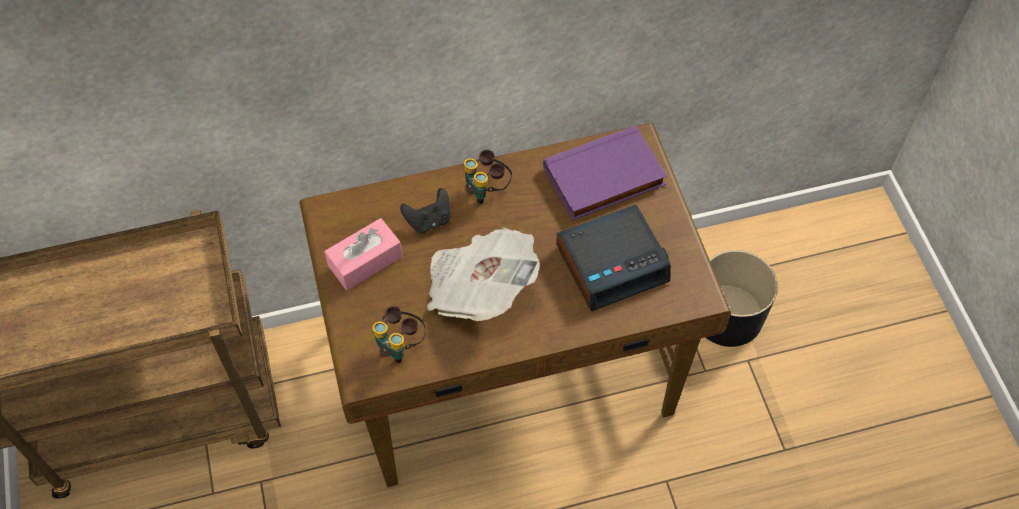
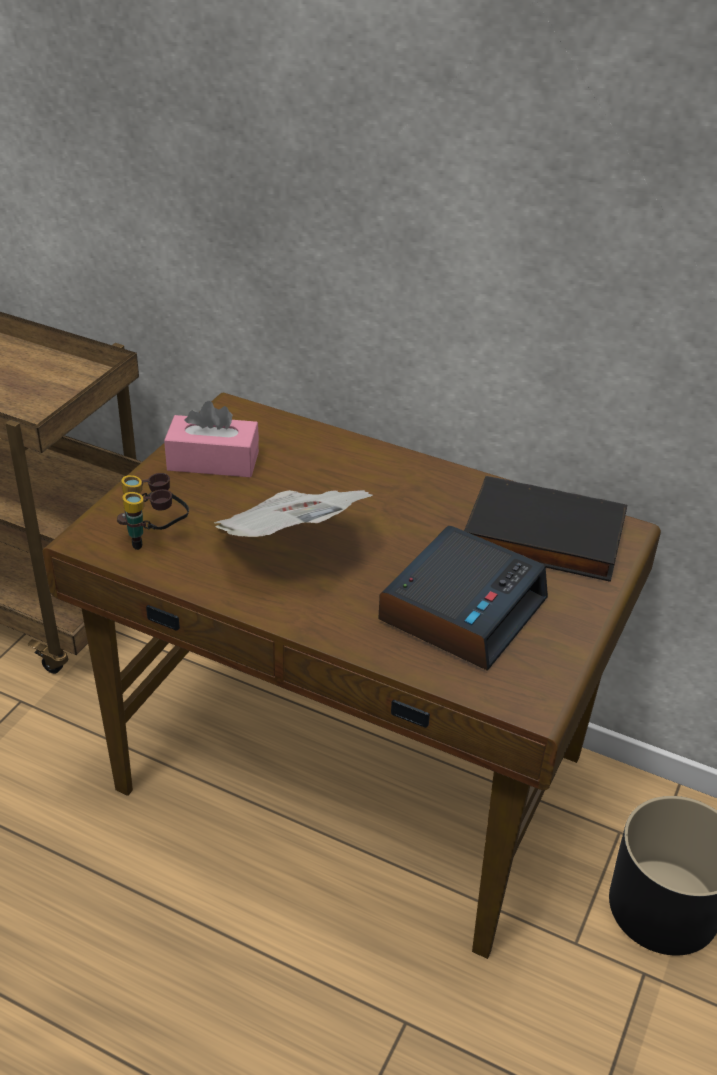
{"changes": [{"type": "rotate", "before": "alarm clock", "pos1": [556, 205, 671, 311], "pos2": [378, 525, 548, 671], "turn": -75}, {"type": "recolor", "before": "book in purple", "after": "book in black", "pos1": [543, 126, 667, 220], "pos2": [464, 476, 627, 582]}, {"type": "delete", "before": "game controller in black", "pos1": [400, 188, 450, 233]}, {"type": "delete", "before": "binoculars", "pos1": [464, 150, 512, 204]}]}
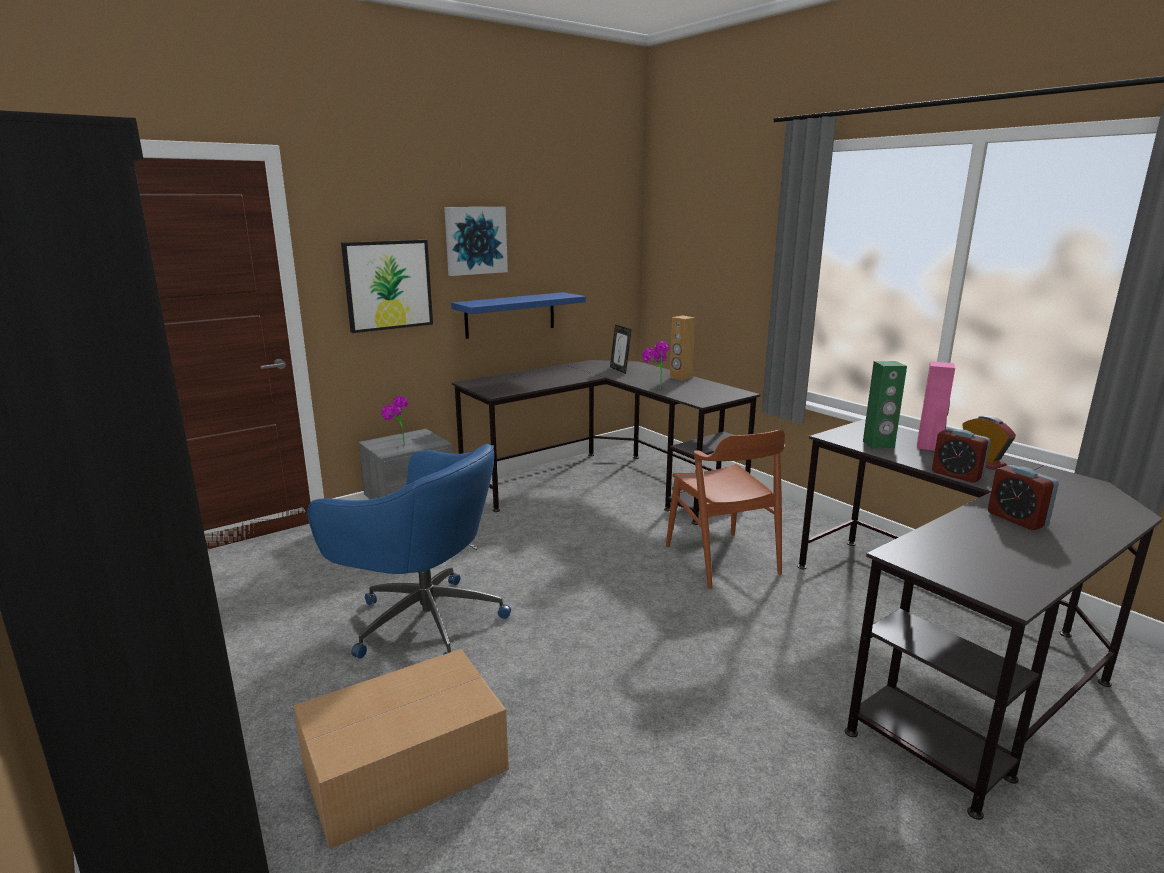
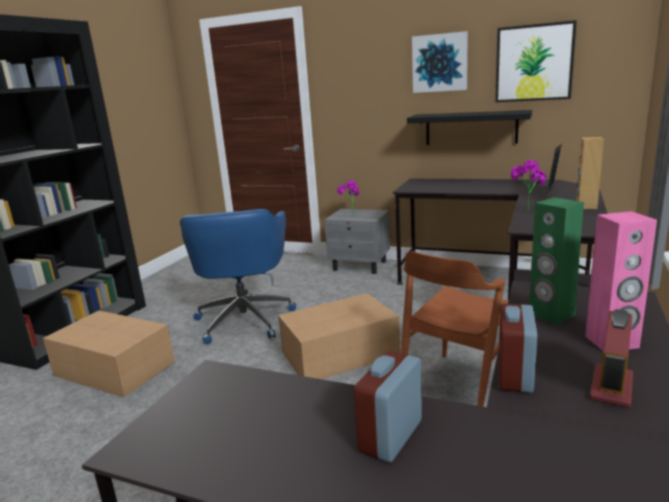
{"changes": [{"type": "insert", "after": "cardboard box", "pos2": [278, 293, 400, 379]}, {"type": "recolor", "before": "shelf in blue", "after": "shelf in black", "pos1": [451, 292, 586, 339], "pos2": [407, 110, 532, 145]}, {"type": "move", "before": "picture", "pos1": [341, 240, 433, 333], "pos2": [495, 20, 577, 102]}]}
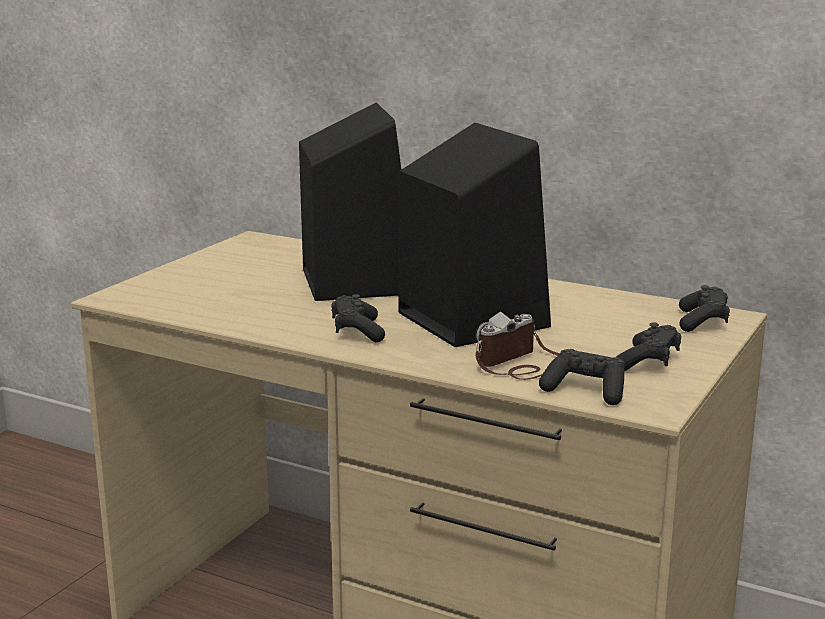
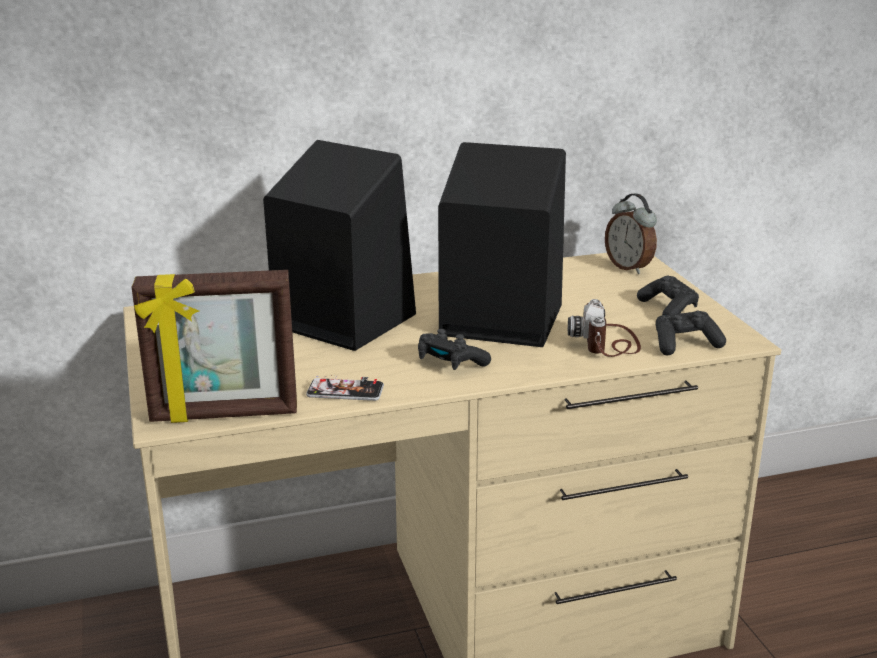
{"changes": [{"type": "insert", "after": "picture frame", "pos2": [131, 270, 297, 423]}, {"type": "insert", "after": "phone", "pos2": [306, 376, 384, 401]}, {"type": "replace", "before": "game controller in black", "after": "alarm clock", "pos1": [679, 285, 730, 332], "pos2": [605, 193, 657, 274]}]}
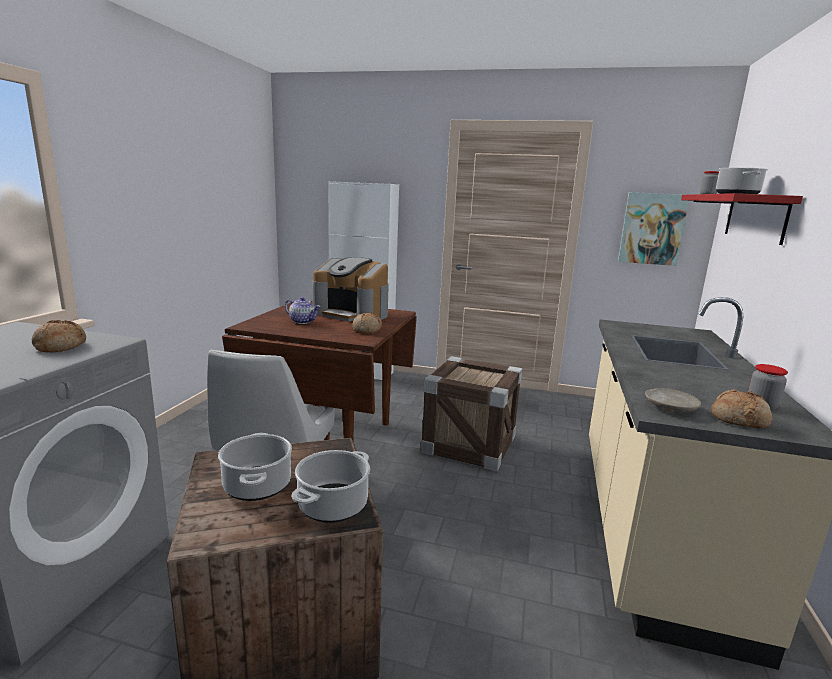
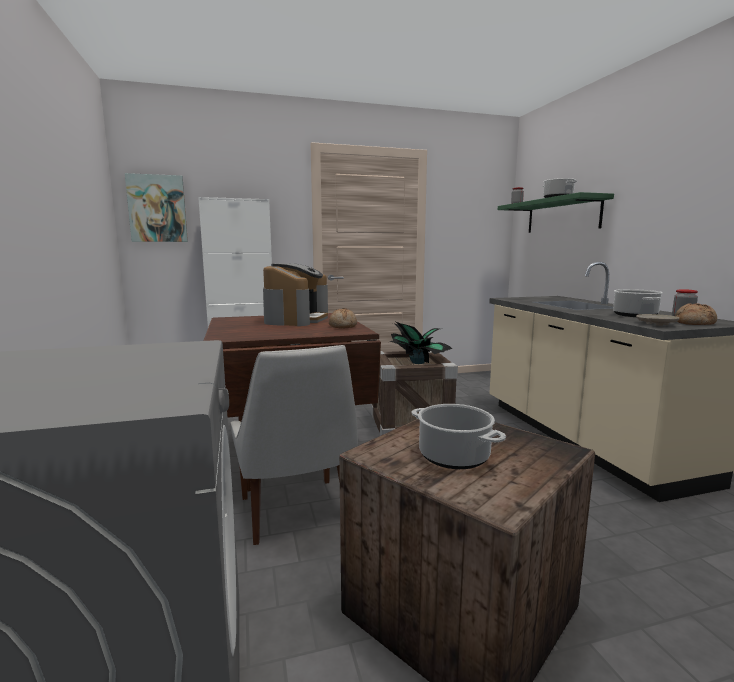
{"changes": [{"type": "move", "before": "picture", "pos1": [618, 192, 689, 266], "pos2": [125, 173, 188, 242]}, {"type": "rotate", "before": "coffee machine", "pos1": [312, 257, 389, 322], "pos2": [263, 263, 328, 326], "turn": -75}, {"type": "insert", "after": "potted plant", "pos2": [390, 322, 452, 364]}, {"type": "recolor", "before": "shelf in red", "after": "shelf in green", "pos1": [681, 193, 803, 245], "pos2": [498, 192, 614, 233]}, {"type": "move", "before": "cooking pot", "pos1": [292, 450, 370, 523], "pos2": [613, 289, 663, 317]}, {"type": "delete", "before": "bread", "pos1": [32, 320, 86, 352]}, {"type": "delete", "before": "teapot", "pos1": [285, 297, 320, 324]}]}
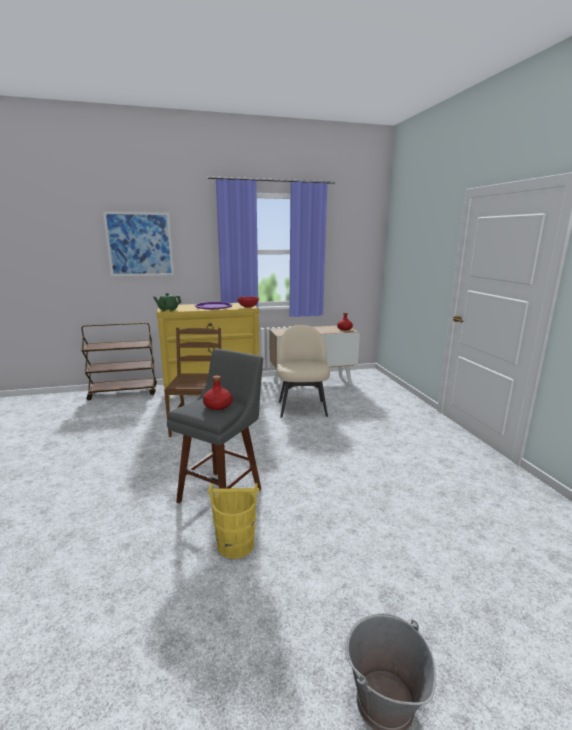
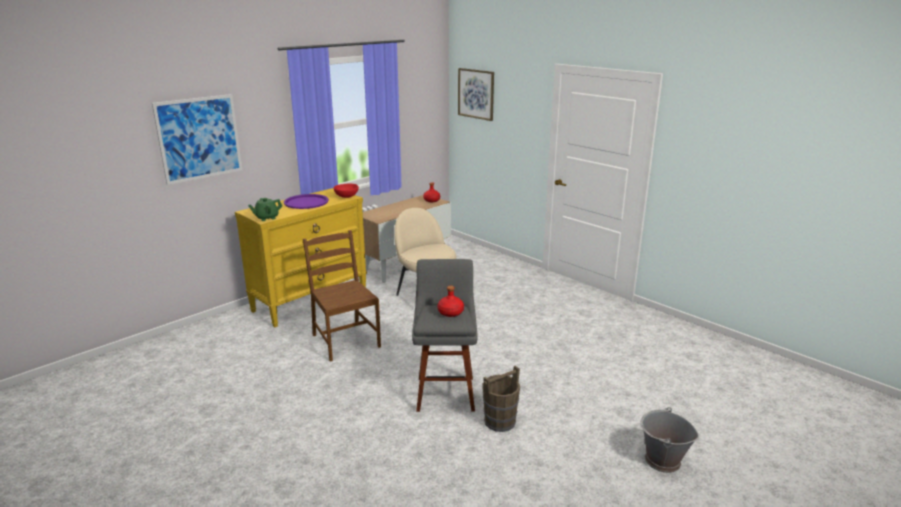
{"changes": [{"type": "insert", "after": "picture", "pos2": [458, 68, 494, 121]}, {"type": "recolor", "before": "bucket in yellow", "after": "bucket in brown", "pos1": [208, 483, 259, 559], "pos2": [483, 366, 520, 432]}, {"type": "delete", "before": "cart in brown", "pos1": [82, 323, 157, 400]}]}
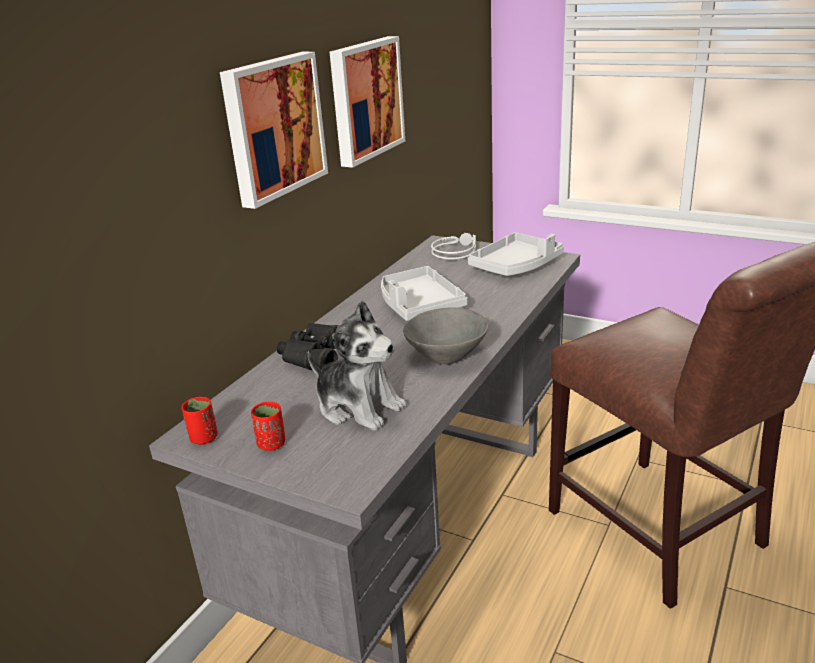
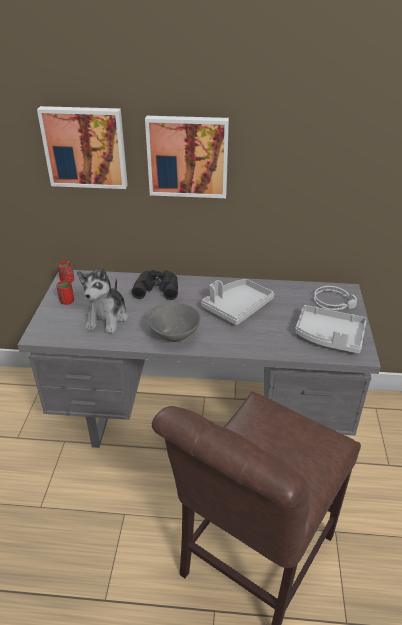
{"changes": [{"type": "move", "before": "picture", "pos1": [330, 36, 405, 168], "pos2": [37, 106, 128, 189]}]}
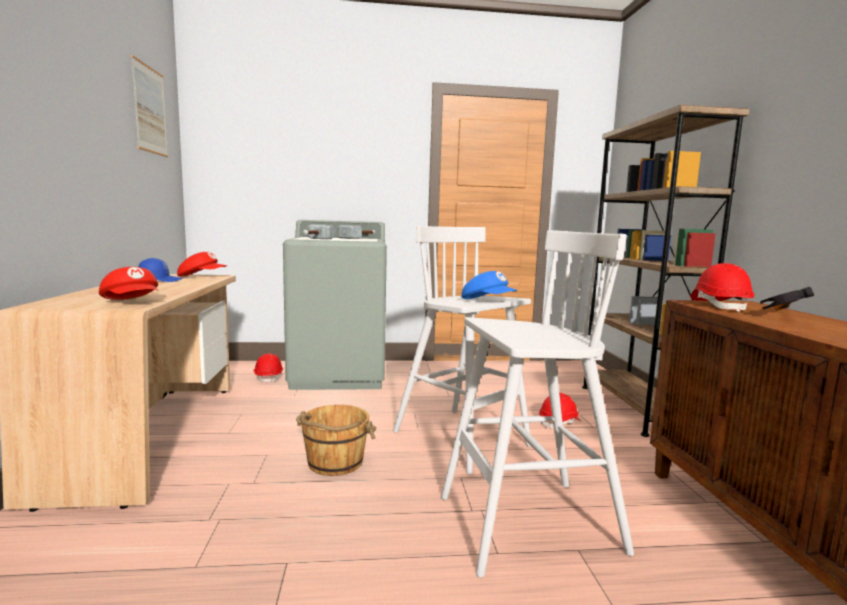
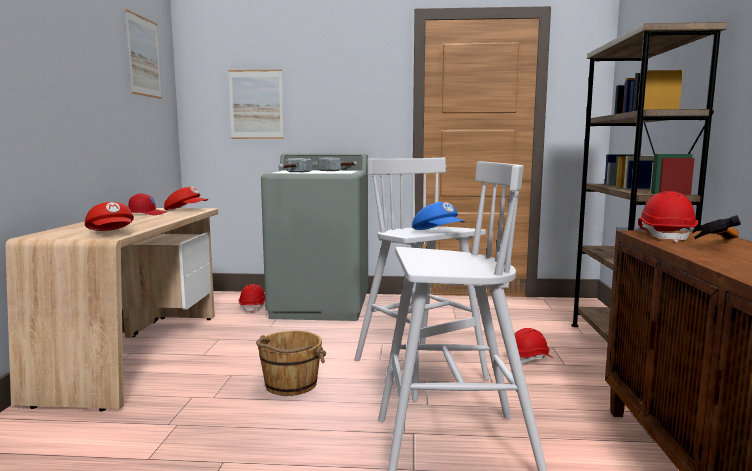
{"changes": [{"type": "recolor", "before": "cap in blue", "after": "cap in red", "pos1": [138, 258, 183, 282], "pos2": [128, 193, 168, 215]}, {"type": "insert", "after": "picture", "pos2": [228, 70, 284, 139]}]}
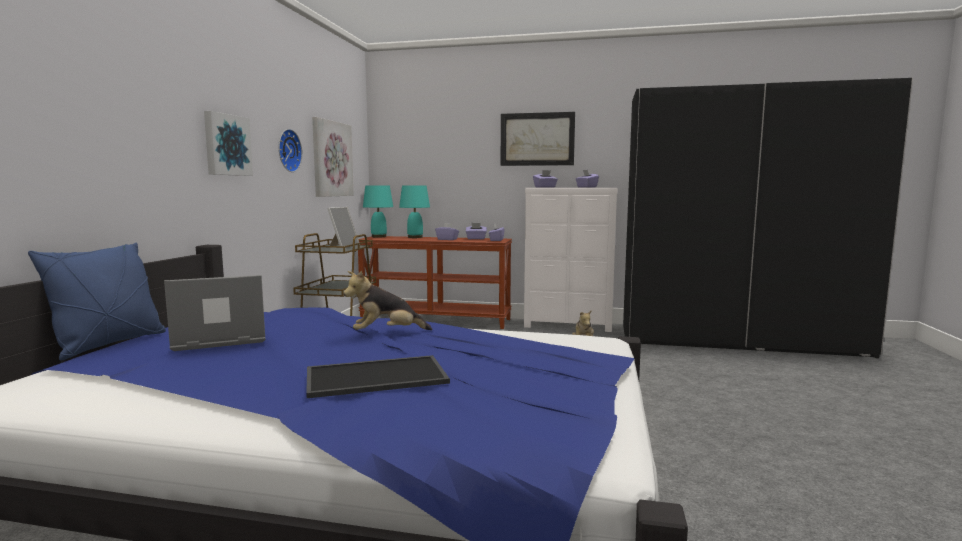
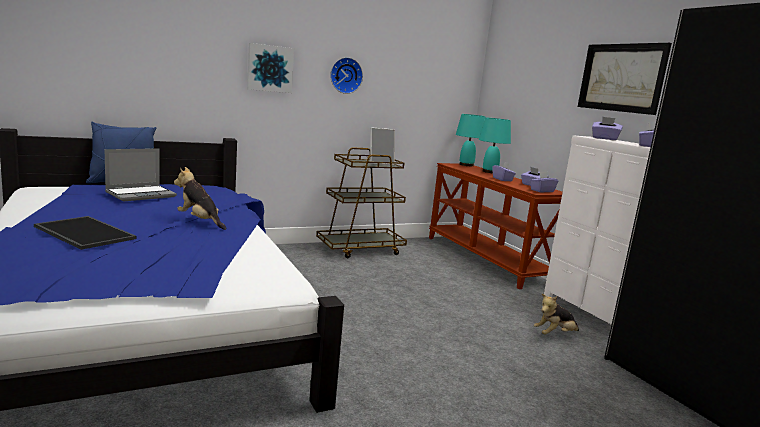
{"changes": [{"type": "rotate", "before": "laptop", "pos1": [164, 275, 265, 351], "pos2": [105, 148, 177, 202], "turn": 105}, {"type": "delete", "before": "picture", "pos1": [312, 117, 354, 197]}]}
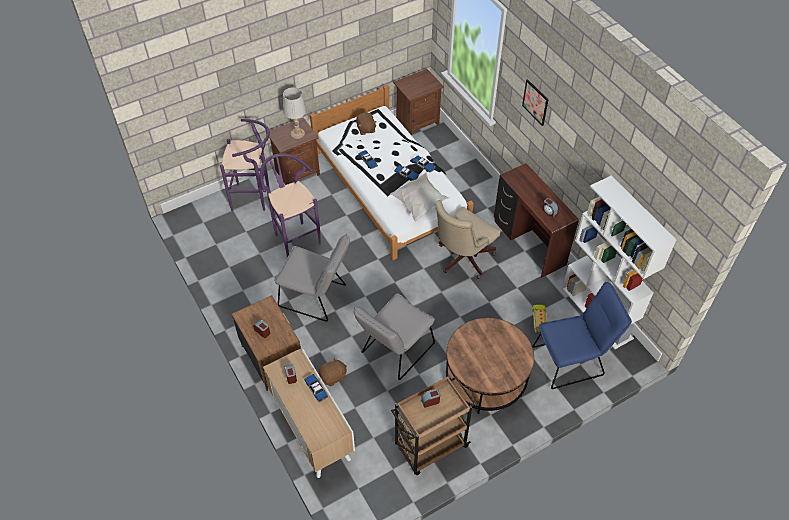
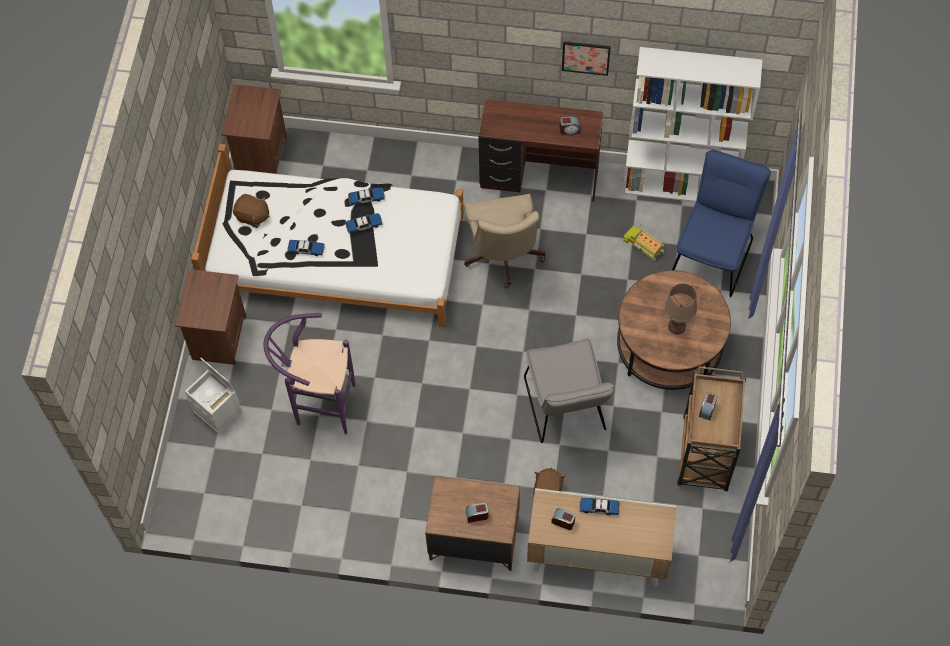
{"changes": [{"type": "replace", "before": "stool in purple", "after": "storage box in white", "pos1": [220, 118, 270, 211], "pos2": [185, 358, 242, 434]}, {"type": "move", "before": "picture", "pos1": [522, 79, 548, 126], "pos2": [562, 41, 611, 76]}, {"type": "insert", "after": "table lamp in brown", "pos2": [664, 284, 697, 334]}, {"type": "delete", "before": "chair in grey", "pos1": [274, 234, 350, 322]}, {"type": "delete", "before": "table lamp in white", "pos1": [283, 87, 306, 139]}, {"type": "delete", "before": "pillow in white", "pos1": [390, 172, 449, 221]}]}
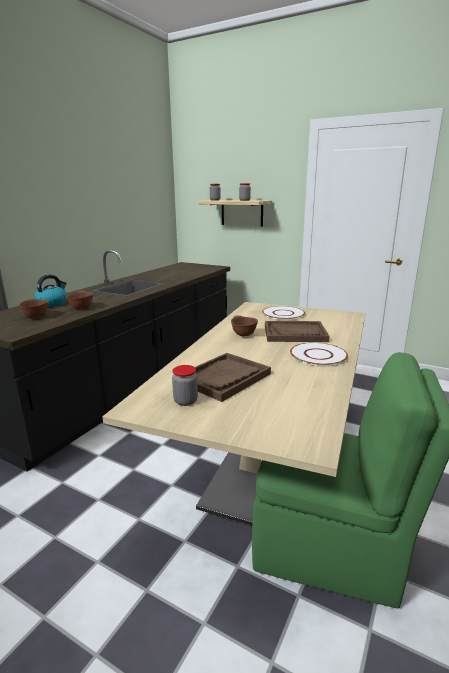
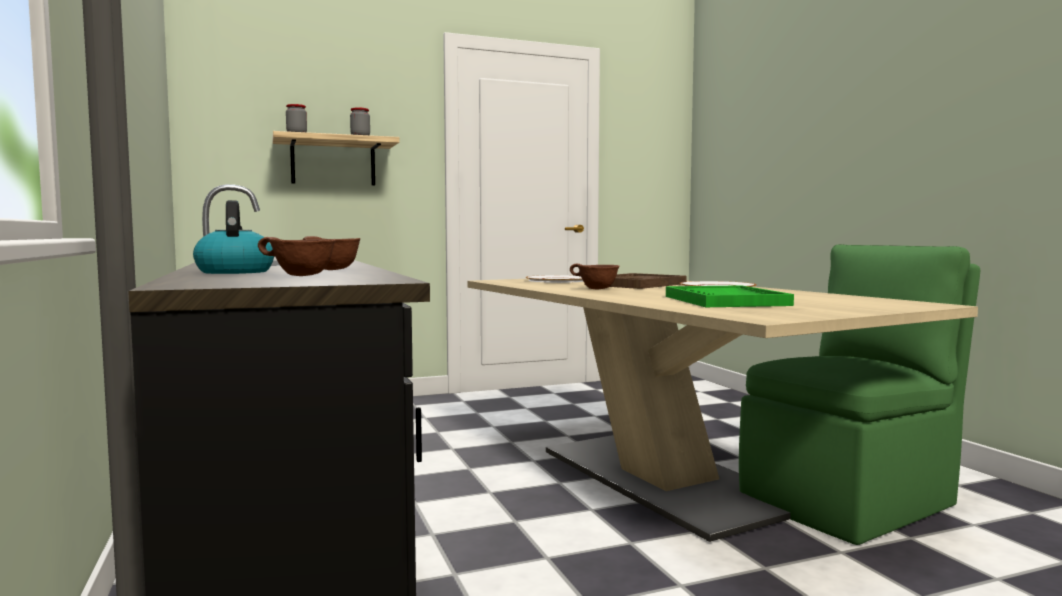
{"changes": [{"type": "recolor", "before": "tray in brown", "after": "tray in green", "pos1": [195, 353, 271, 402], "pos2": [666, 285, 794, 307]}, {"type": "delete", "before": "jar", "pos1": [172, 365, 198, 406]}]}
